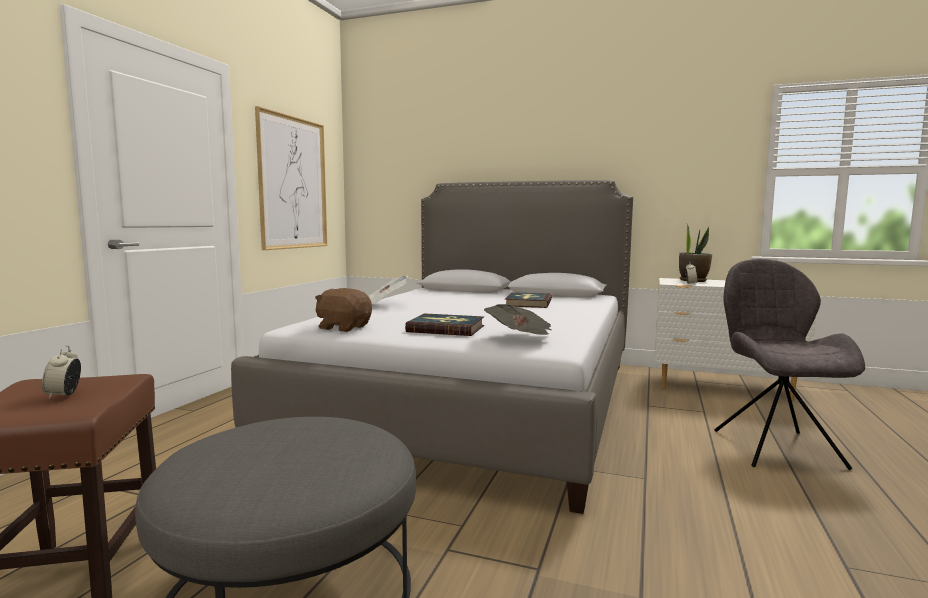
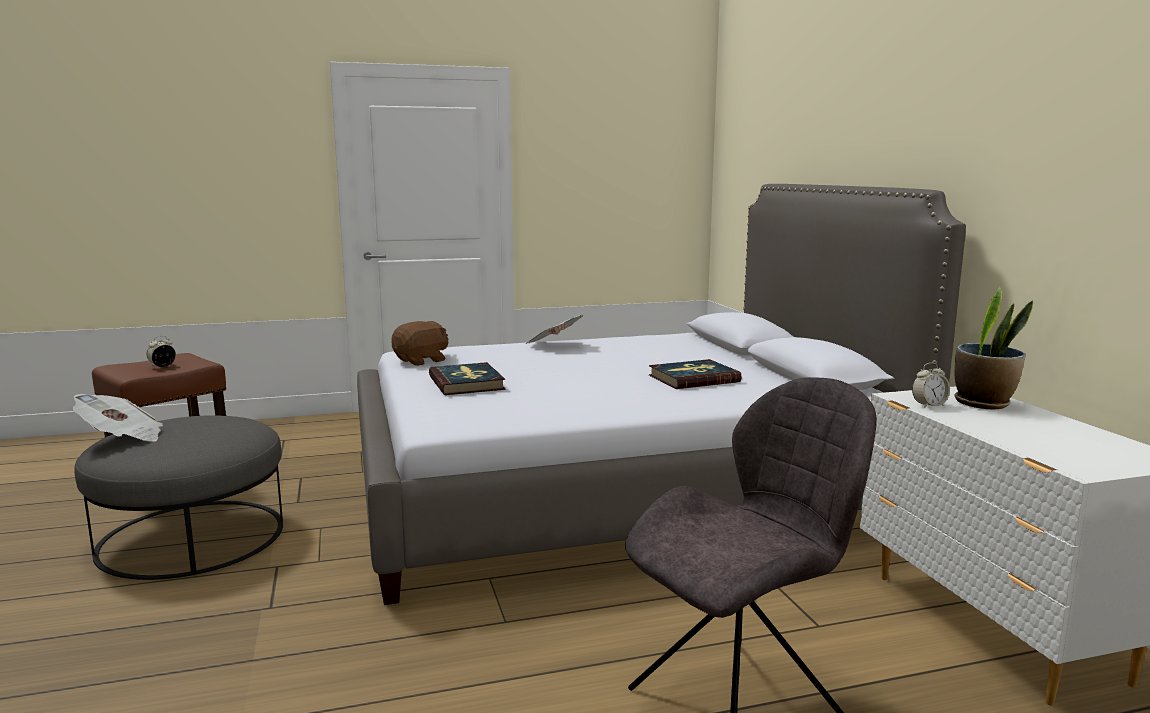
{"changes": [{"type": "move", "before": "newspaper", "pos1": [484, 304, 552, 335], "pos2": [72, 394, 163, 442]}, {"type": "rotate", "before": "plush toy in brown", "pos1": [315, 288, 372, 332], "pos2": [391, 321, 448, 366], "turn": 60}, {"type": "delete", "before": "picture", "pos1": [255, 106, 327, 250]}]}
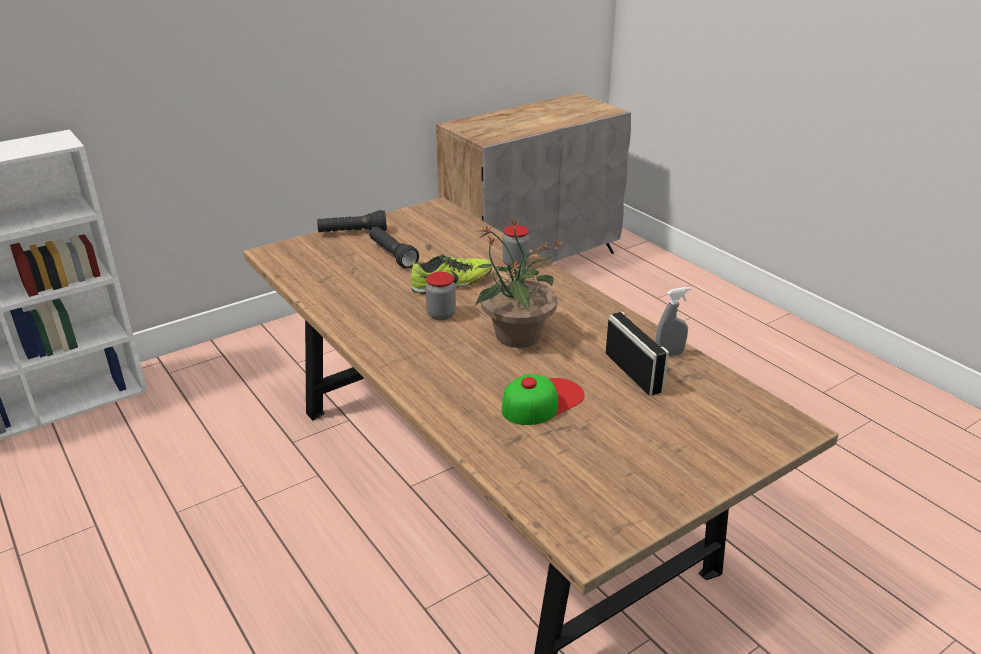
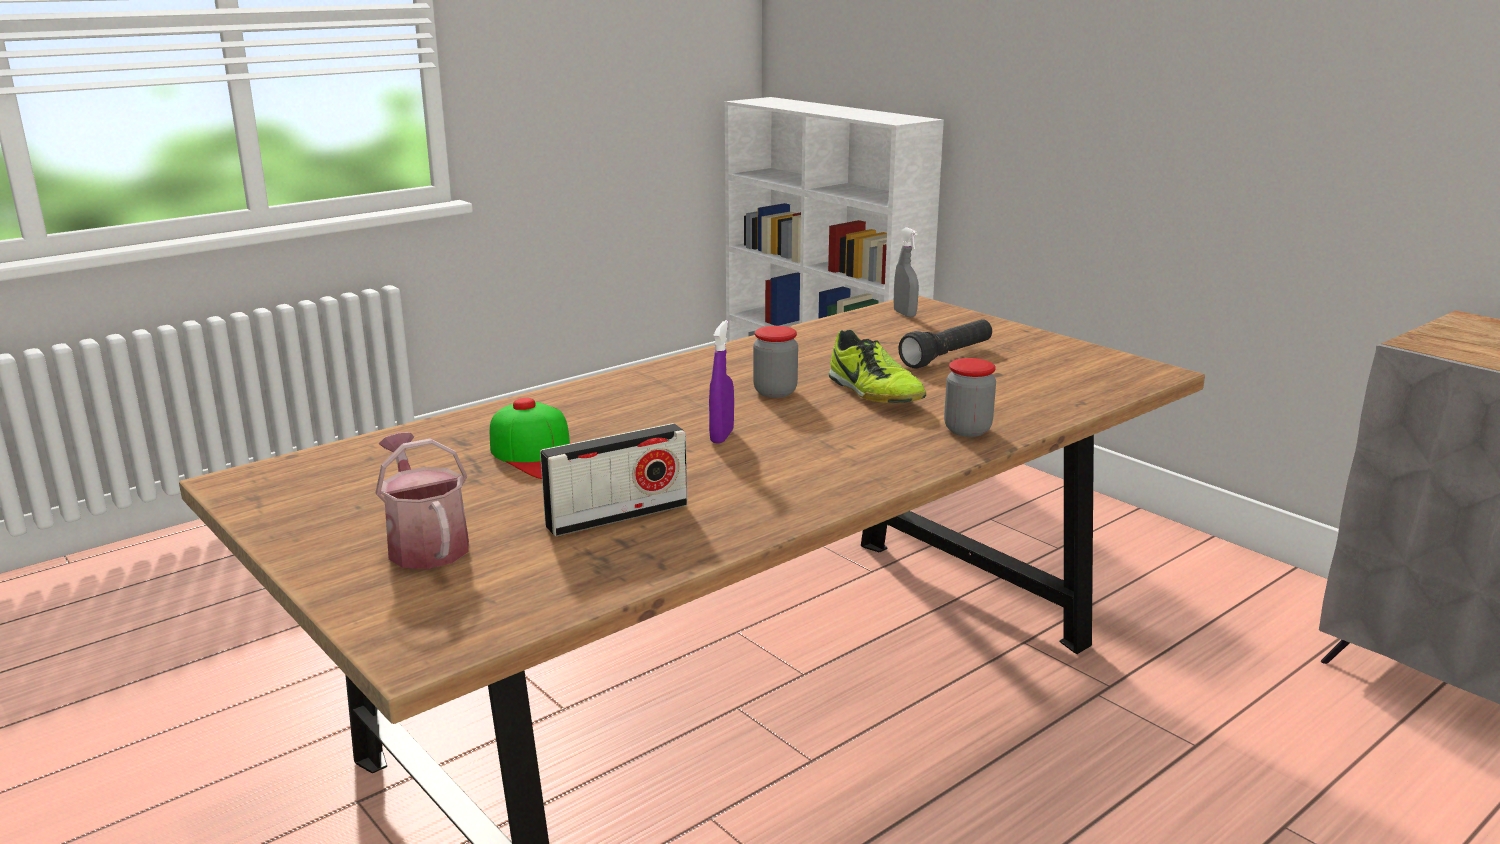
{"changes": [{"type": "insert", "after": "watering can", "pos2": [375, 433, 469, 569]}, {"type": "replace", "before": "potted plant", "after": "spray bottle in purple", "pos1": [475, 217, 563, 348], "pos2": [709, 320, 734, 443]}, {"type": "move", "before": "spray bottle in grey", "pos1": [655, 287, 690, 356], "pos2": [894, 227, 919, 317]}, {"type": "delete", "before": "flashlight in black", "pos1": [317, 210, 387, 232]}]}
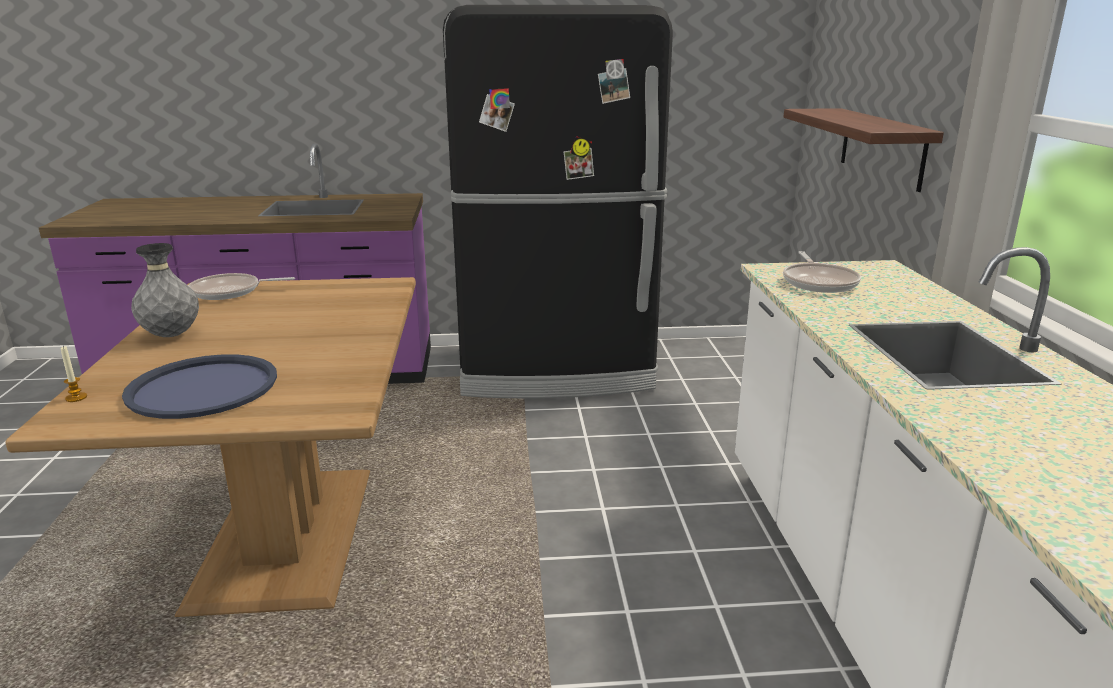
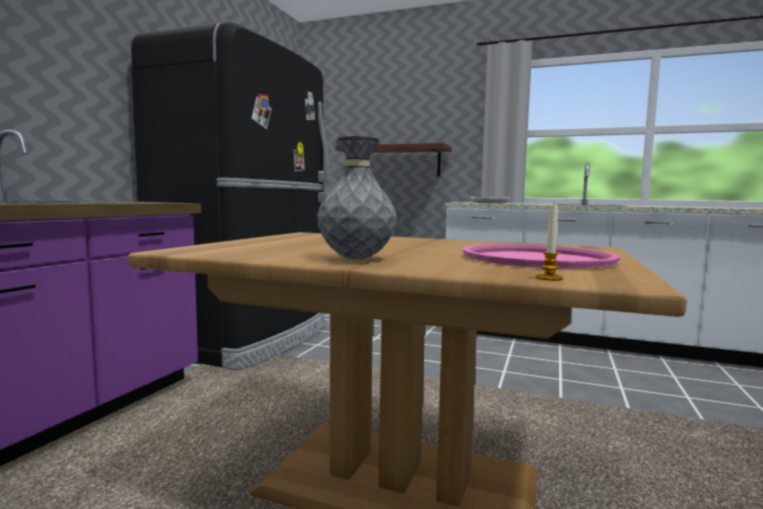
{"changes": [{"type": "recolor", "before": "tray in blue", "after": "tray in pink", "pos1": [122, 354, 277, 419], "pos2": [463, 244, 620, 269]}, {"type": "delete", "before": "frying pan", "pos1": [188, 273, 295, 300]}]}
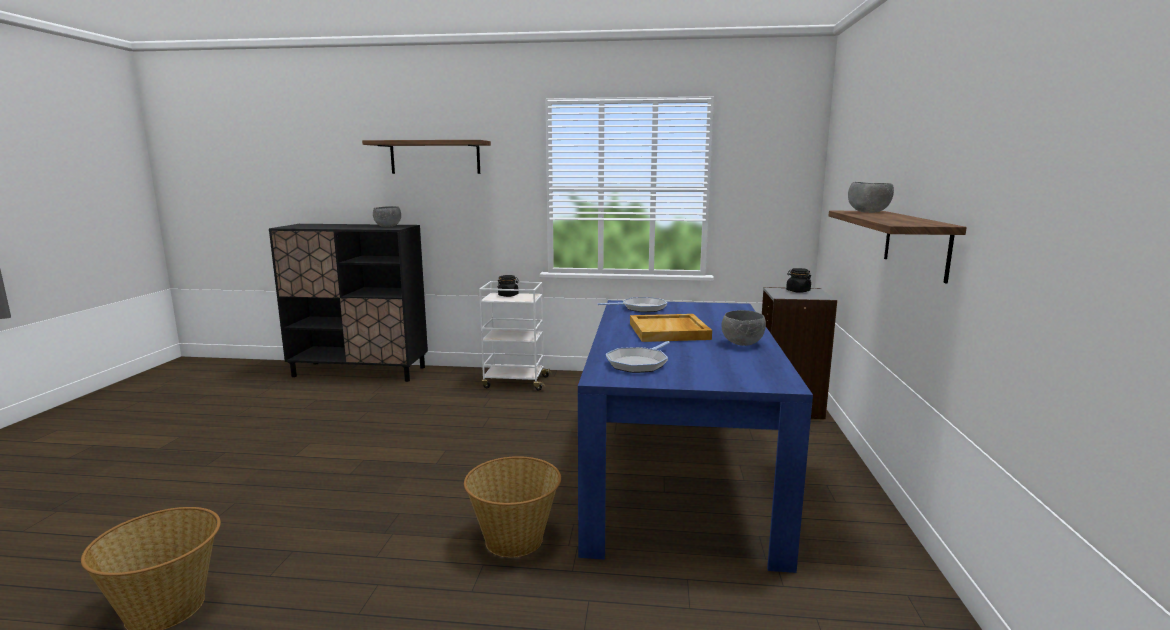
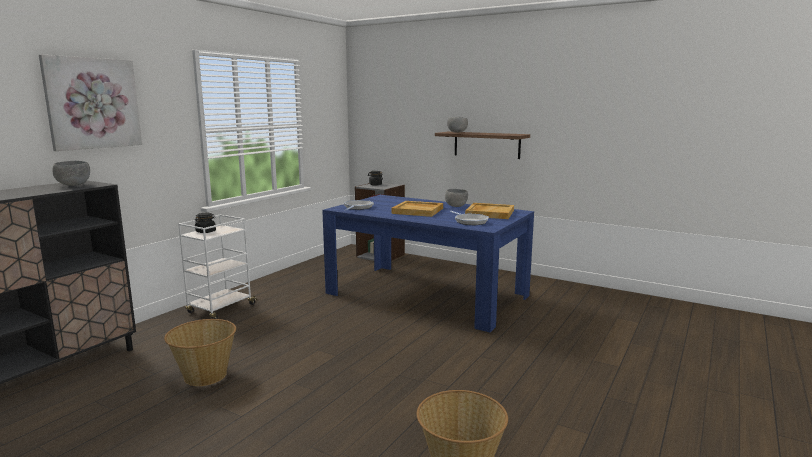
{"changes": [{"type": "replace", "before": "shelf", "after": "picture", "pos1": [362, 140, 491, 174], "pos2": [39, 54, 142, 151]}, {"type": "move", "before": "basket", "pos1": [464, 456, 561, 558], "pos2": [164, 319, 236, 386]}, {"type": "insert", "after": "tray in beige", "pos2": [465, 203, 514, 219]}]}
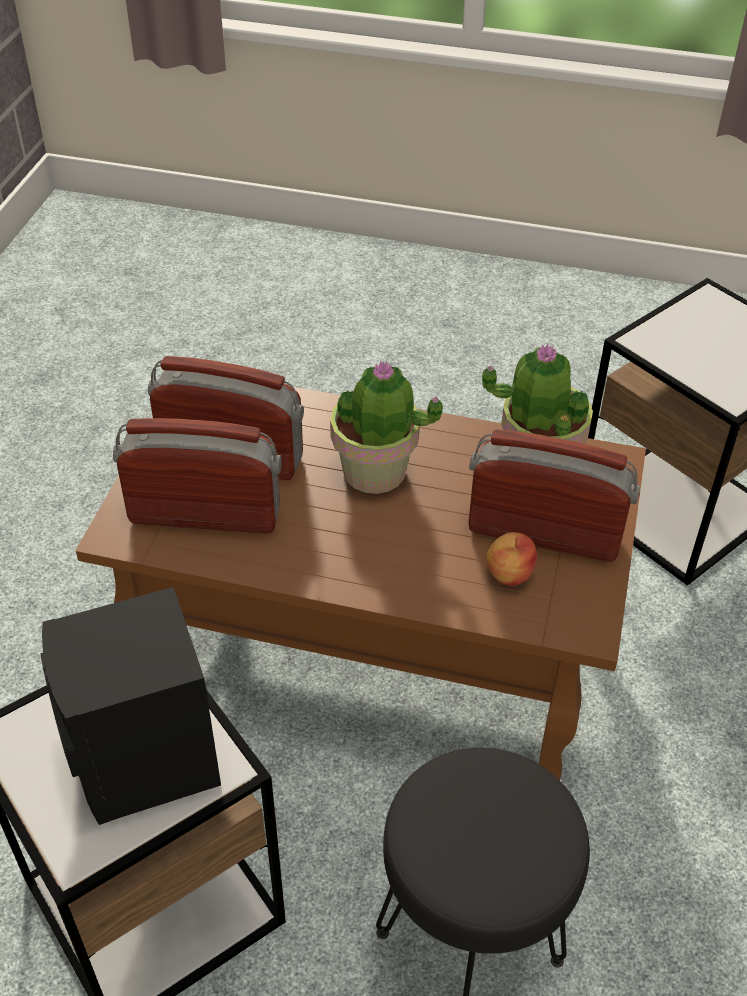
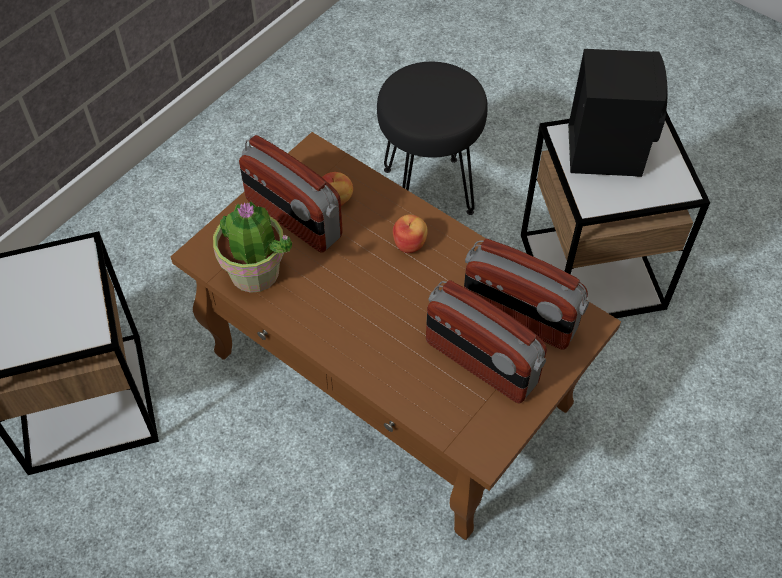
{"changes": [{"type": "insert", "after": "apple", "pos2": [393, 214, 428, 253]}, {"type": "delete", "before": "potted plant", "pos1": [330, 360, 443, 494]}]}
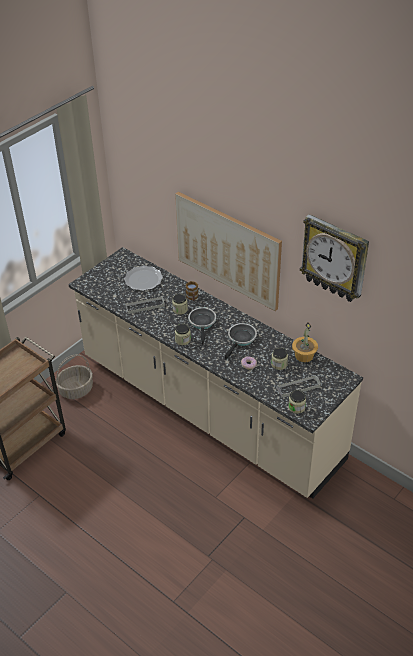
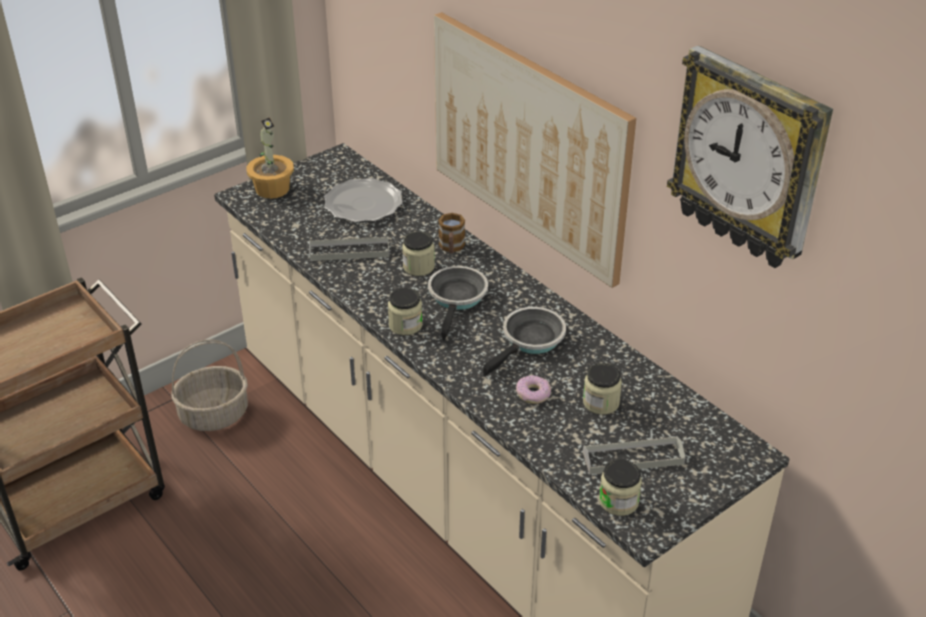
{"changes": [{"type": "move", "before": "potted plant", "pos1": [292, 322, 318, 362], "pos2": [246, 117, 294, 199]}]}
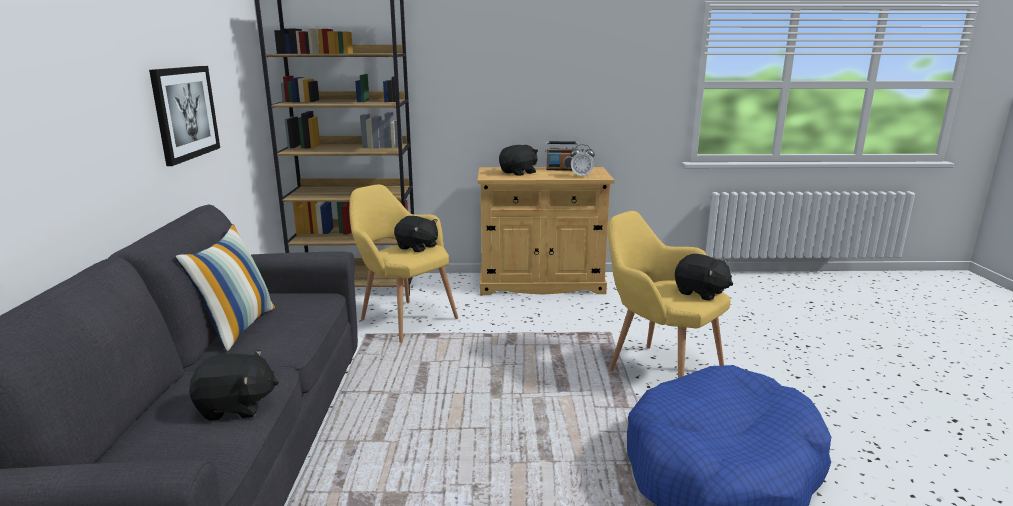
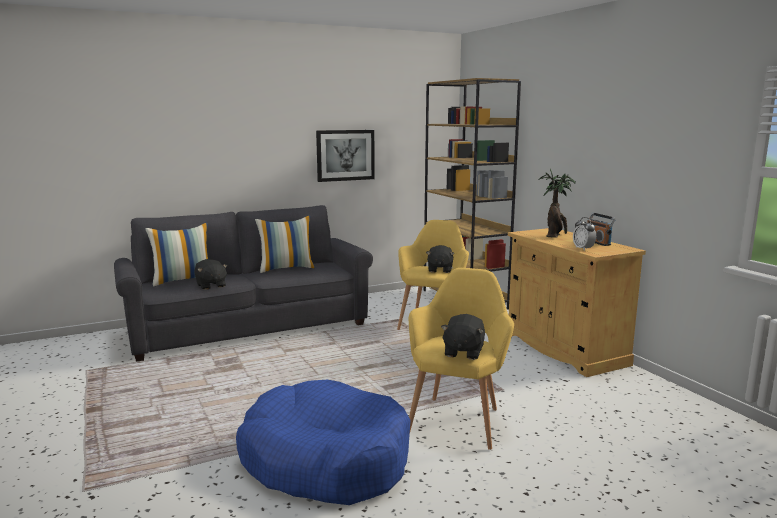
{"changes": [{"type": "insert", "after": "pillow", "pos2": [145, 223, 208, 287]}, {"type": "replace", "before": "plush toy in black", "after": "potted plant", "pos1": [499, 145, 538, 176], "pos2": [539, 169, 575, 238]}]}
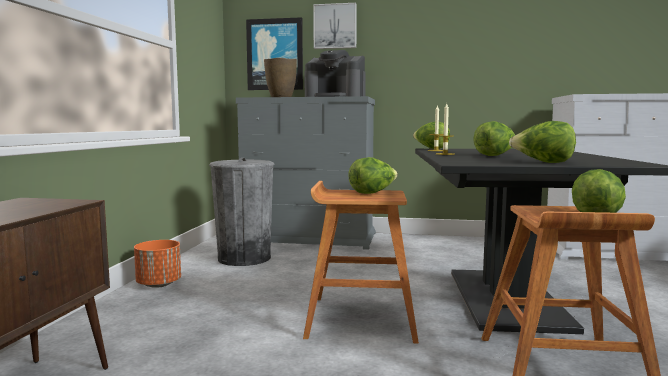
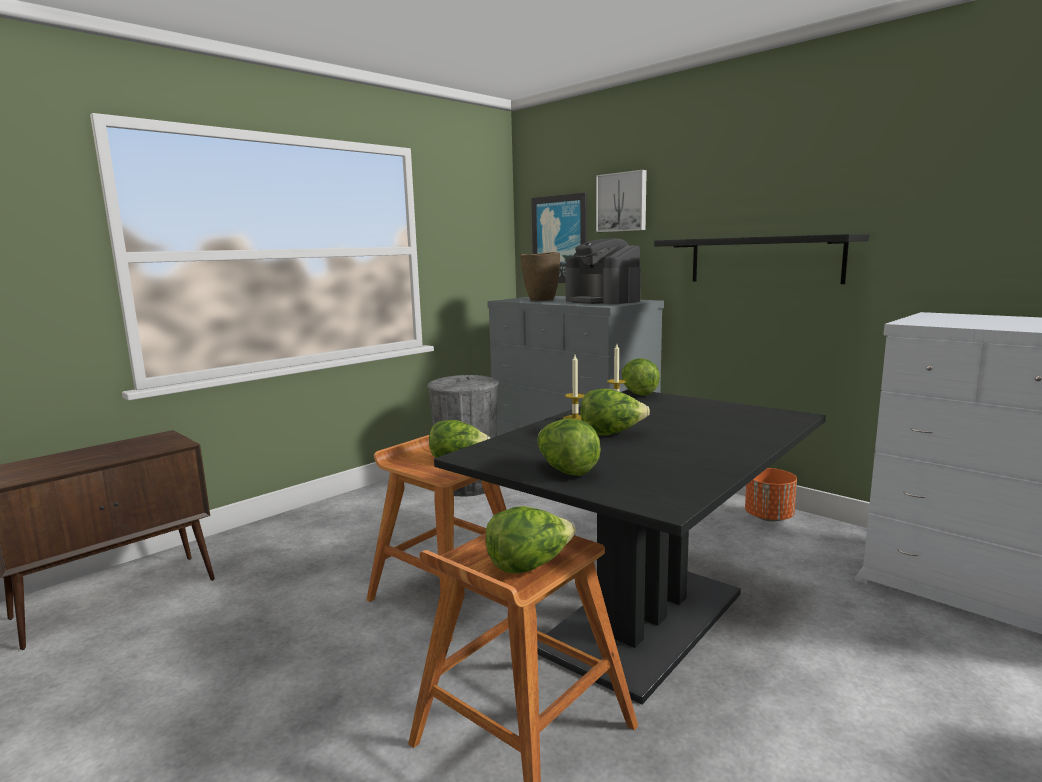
{"changes": [{"type": "insert", "after": "shelf in black", "pos2": [654, 234, 869, 284]}, {"type": "move", "before": "planter in orange", "pos1": [134, 240, 181, 288], "pos2": [745, 468, 797, 521]}]}
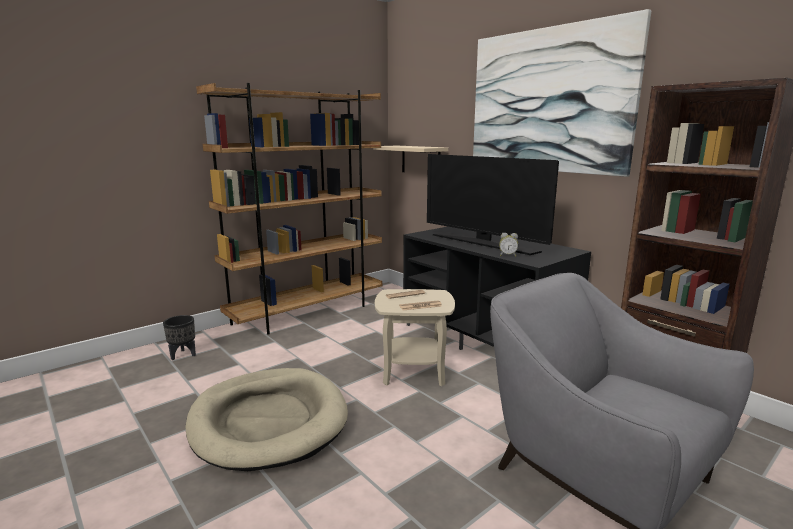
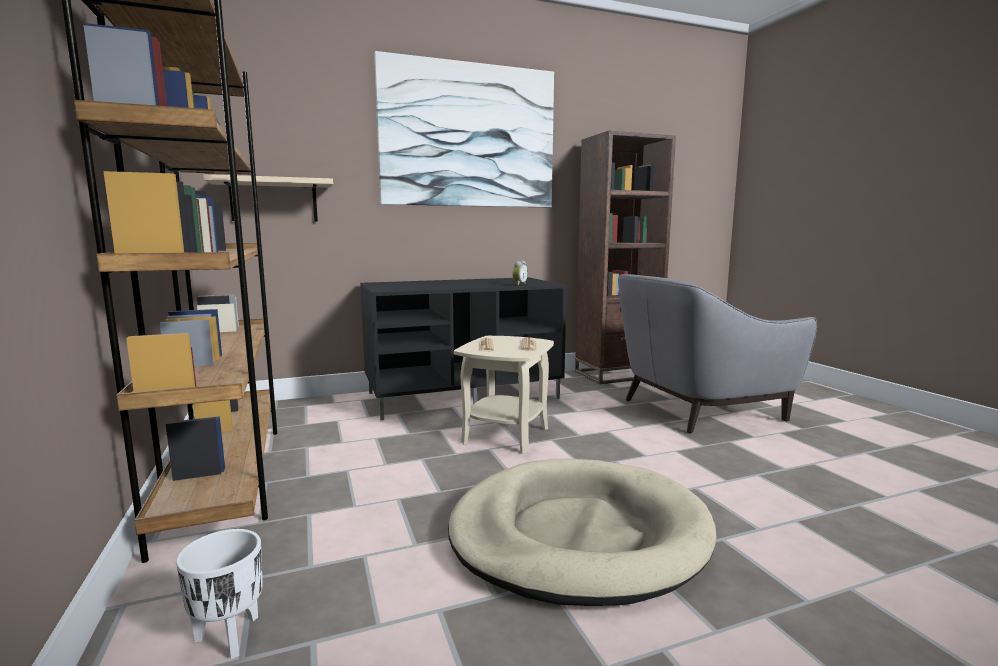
{"changes": [{"type": "recolor", "before": "planter in black", "after": "planter in white", "pos1": [163, 315, 196, 360], "pos2": [176, 529, 263, 659]}, {"type": "delete", "before": "television", "pos1": [427, 154, 559, 255]}]}
